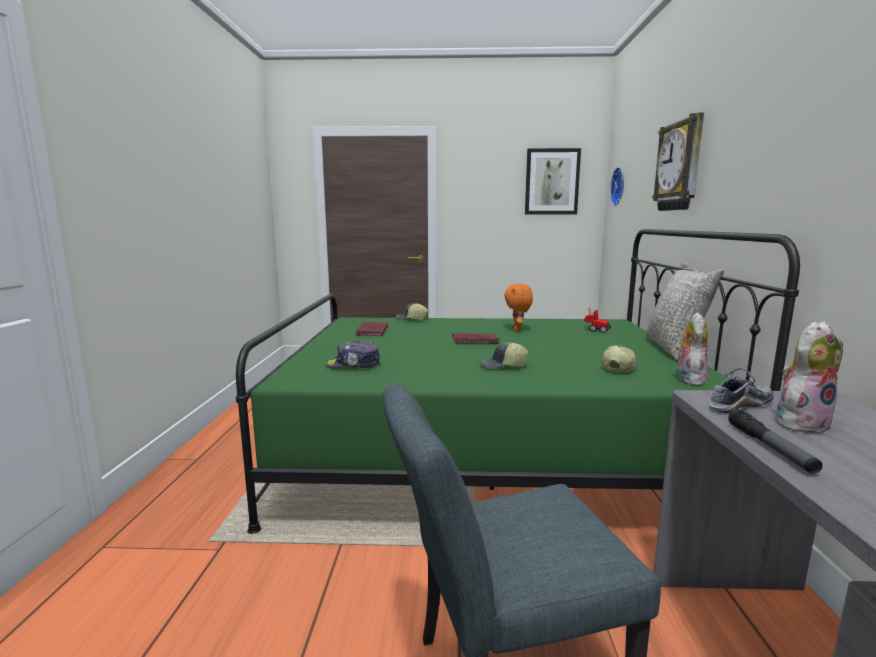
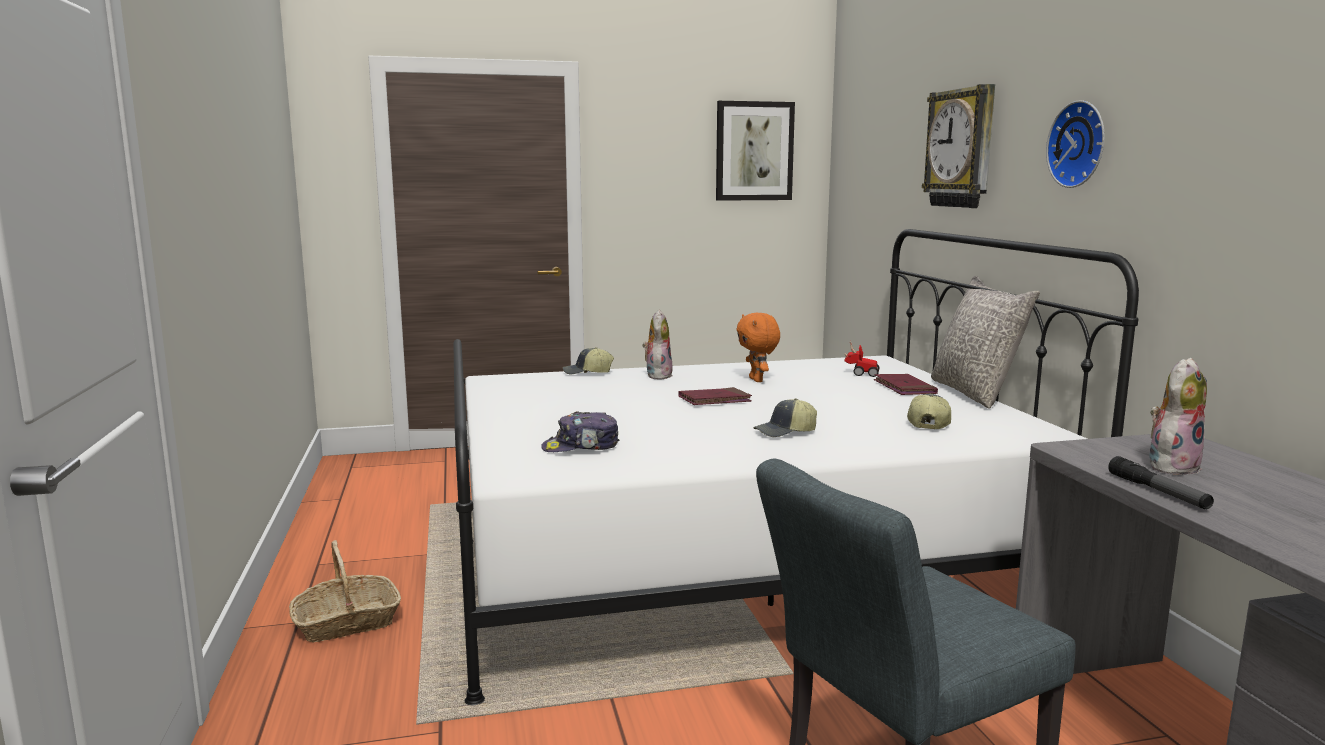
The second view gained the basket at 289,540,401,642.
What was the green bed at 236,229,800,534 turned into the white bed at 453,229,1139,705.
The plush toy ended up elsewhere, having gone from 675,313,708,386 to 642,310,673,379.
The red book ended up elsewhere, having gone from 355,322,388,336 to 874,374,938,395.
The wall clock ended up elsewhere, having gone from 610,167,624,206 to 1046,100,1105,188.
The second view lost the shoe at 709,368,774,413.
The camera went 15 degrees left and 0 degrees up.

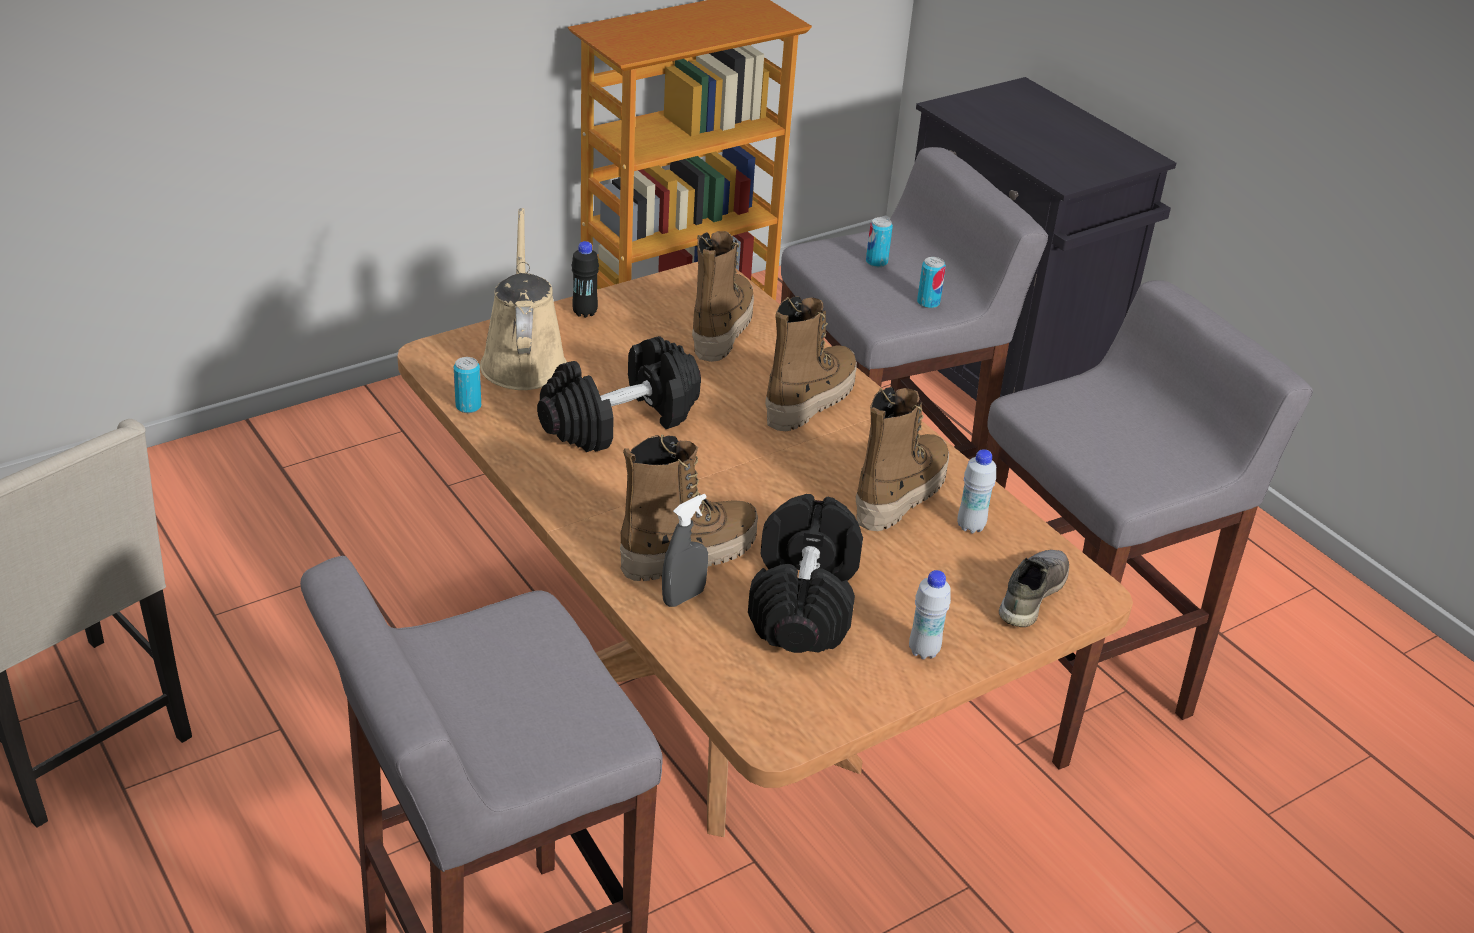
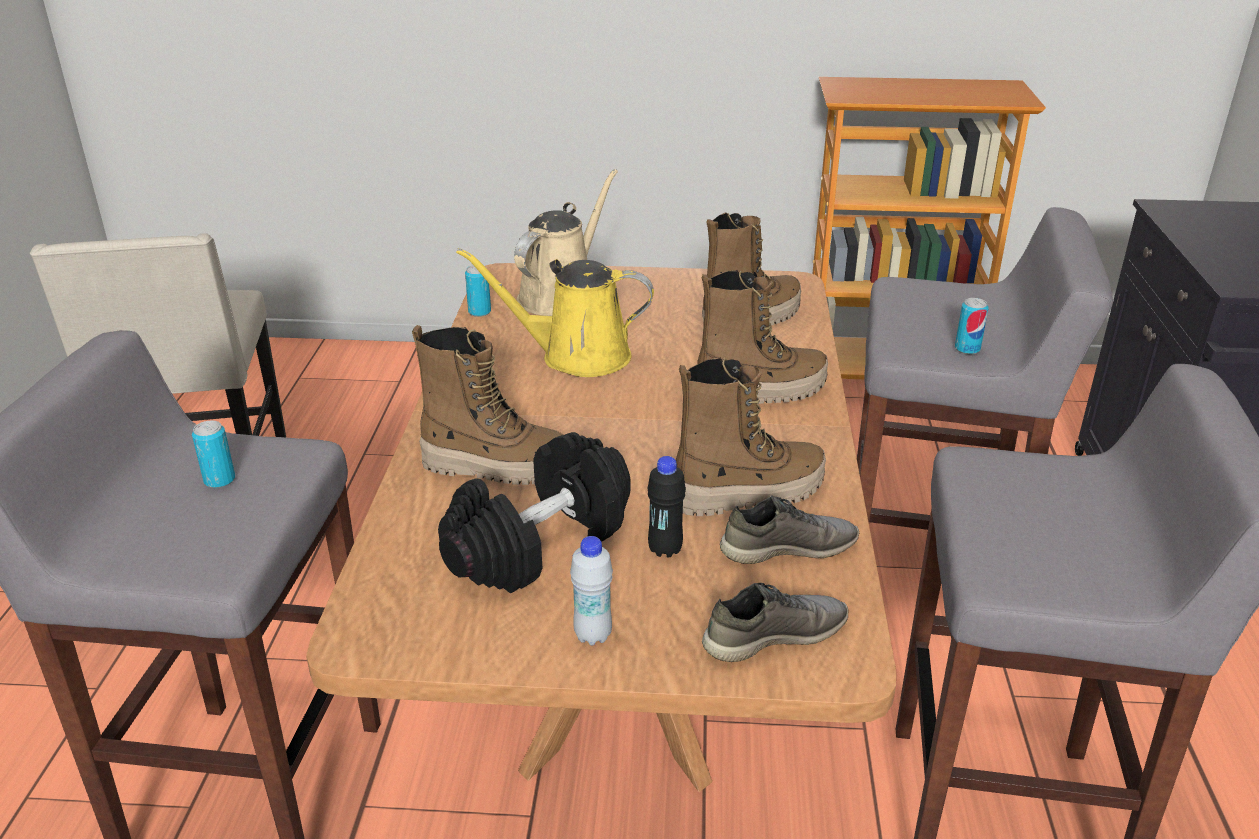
The can ended up elsewhere, having gone from 866,217,893,267 to 192,420,235,488.
Where the black dumbbell stood at 537,336,701,452, the yellow watering can came to stand at 456,248,654,377.
The black bottle ended up elsewhere, having gone from 572,241,599,318 to 647,456,686,558.
Where the white bottle stood at 957,449,996,533, the grey shoe came to stand at 720,495,859,564.
The second view lost the grey spray bottle at 662,494,708,607.
The camera went 40 degrees right and 5 degrees down.

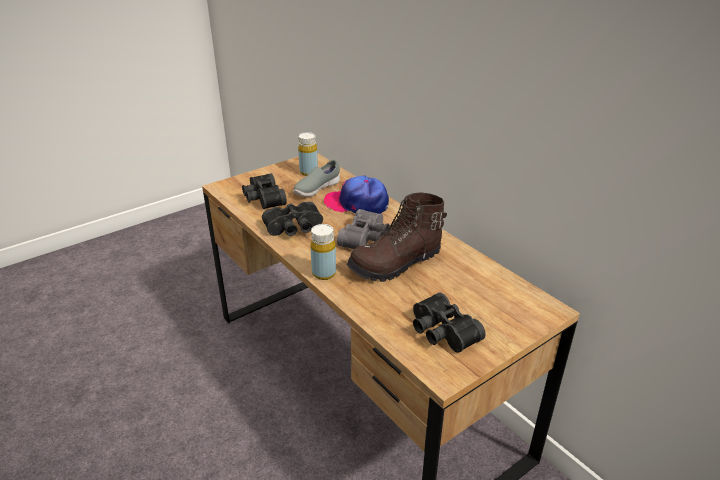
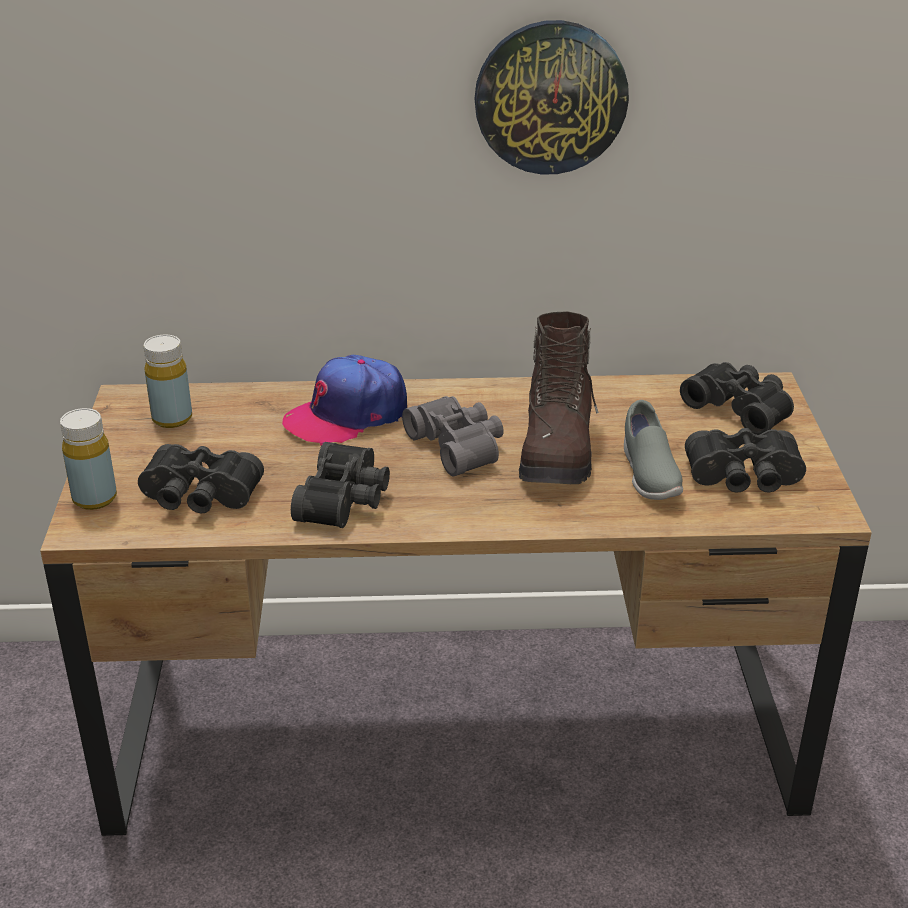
The yellow bottle ended up elsewhere, having gone from 310,224,336,280 to 60,408,117,510.
The second view gained the wall clock at 474,20,629,174.
The grey shoe ended up elsewhere, having gone from 293,160,340,197 to 624,400,683,500.
The second view gained the black binoculars at 680,362,794,435.
The camera went 55 degrees left and 0 degrees up.

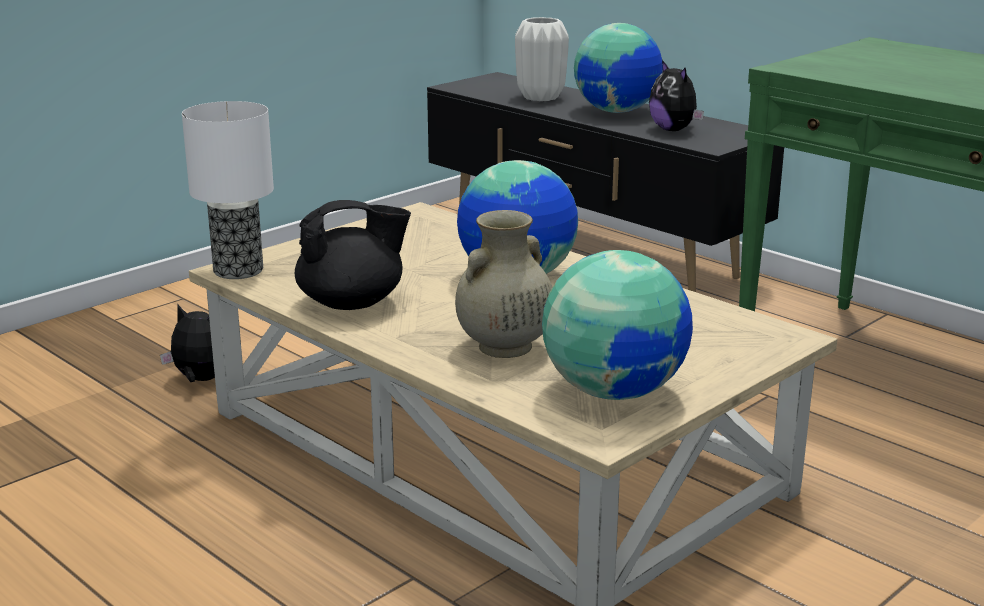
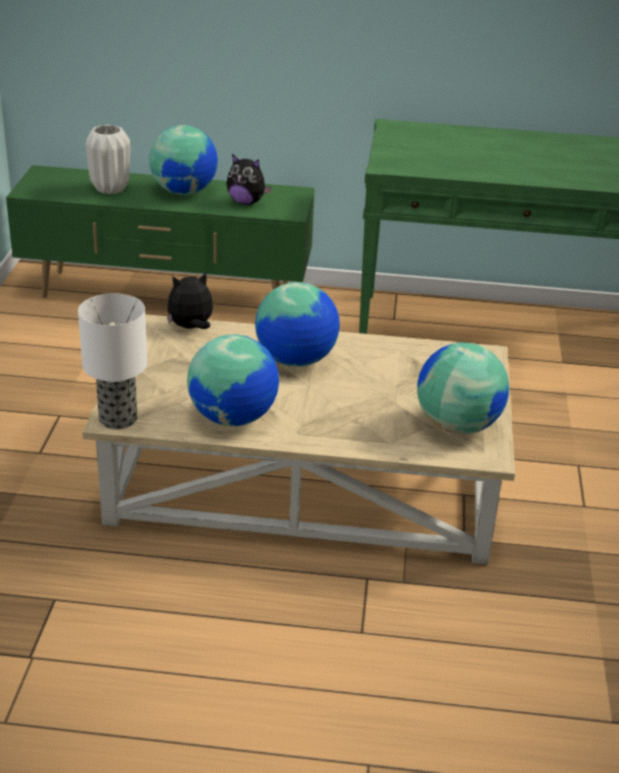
What was the black tv stand at 427,72,784,292 turned into the green tv stand at 6,165,315,298.
The plush toy ended up elsewhere, having gone from 160,305,215,382 to 167,272,213,329.
Where the black teapot stood at 295,200,411,310, the globe came to stand at 187,334,279,426.
The second view lost the beige vase at 455,210,552,358.
The camera went 40 degrees left and 10 degrees up.

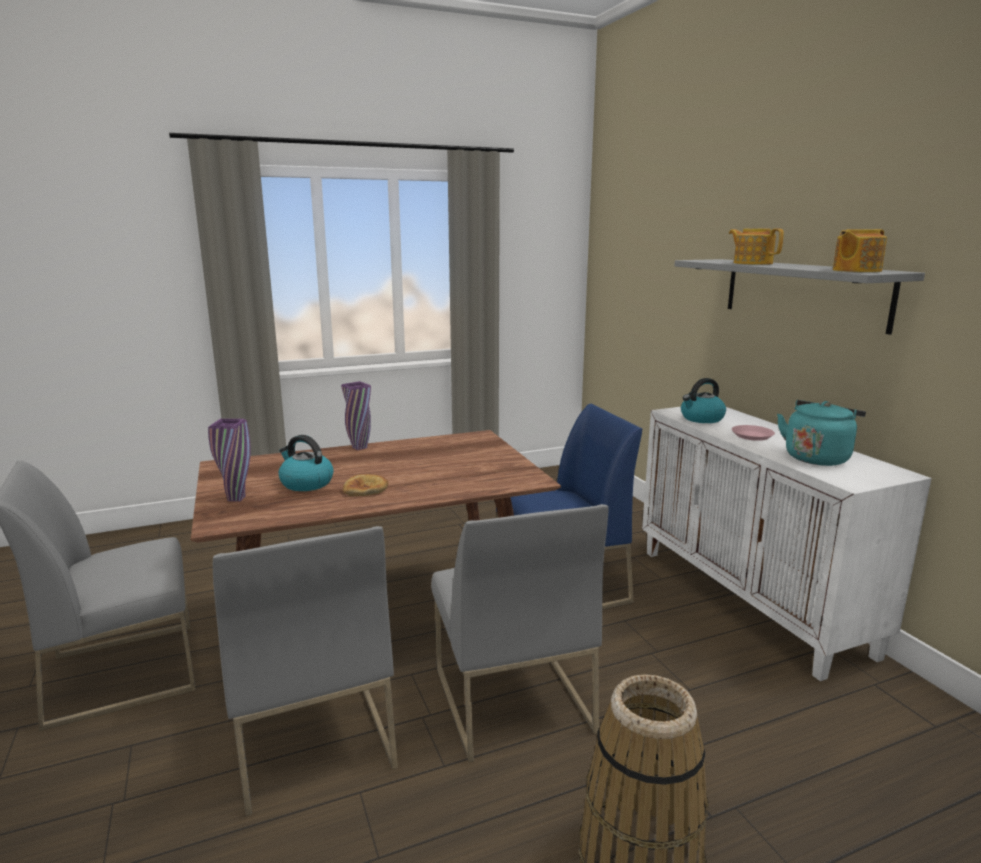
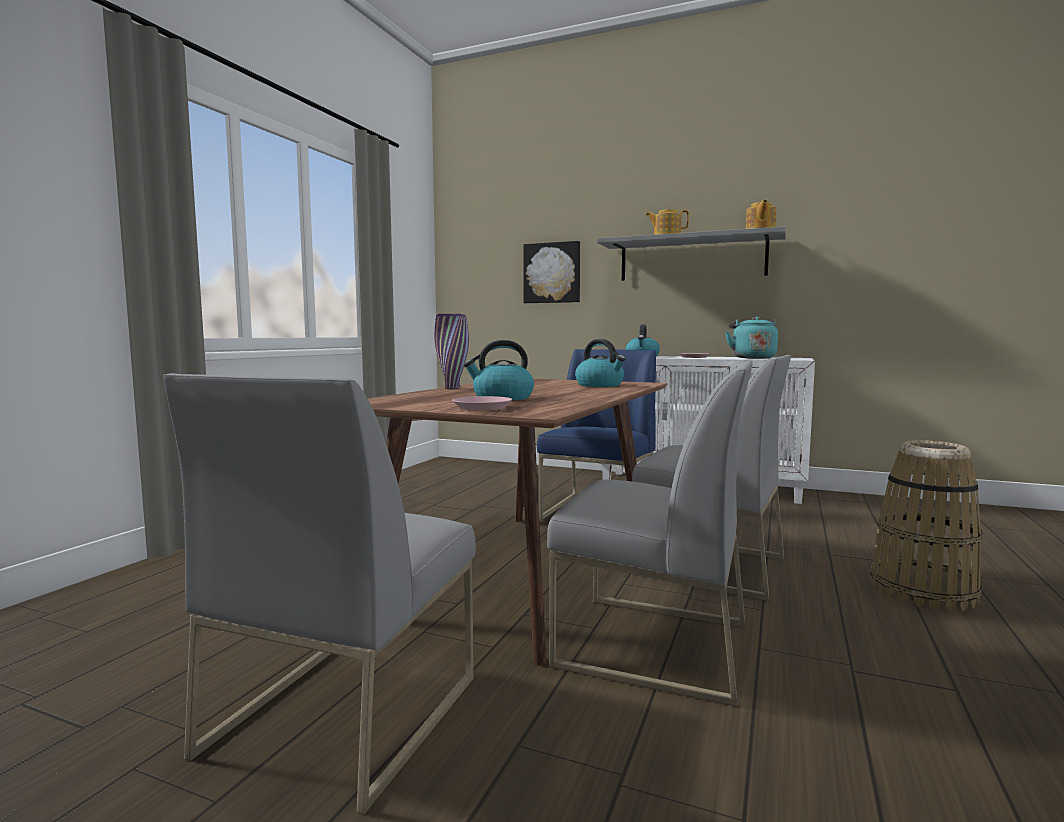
Where the purple vase stood at 208,419,251,501, the pink plate came to stand at 452,396,512,410.
The second view gained the picture at 523,241,580,303.
The second view gained the kettle at 575,339,626,387.
The second view lost the bread at 343,474,388,496.
The camera went 45 degrees left and 10 degrees down.

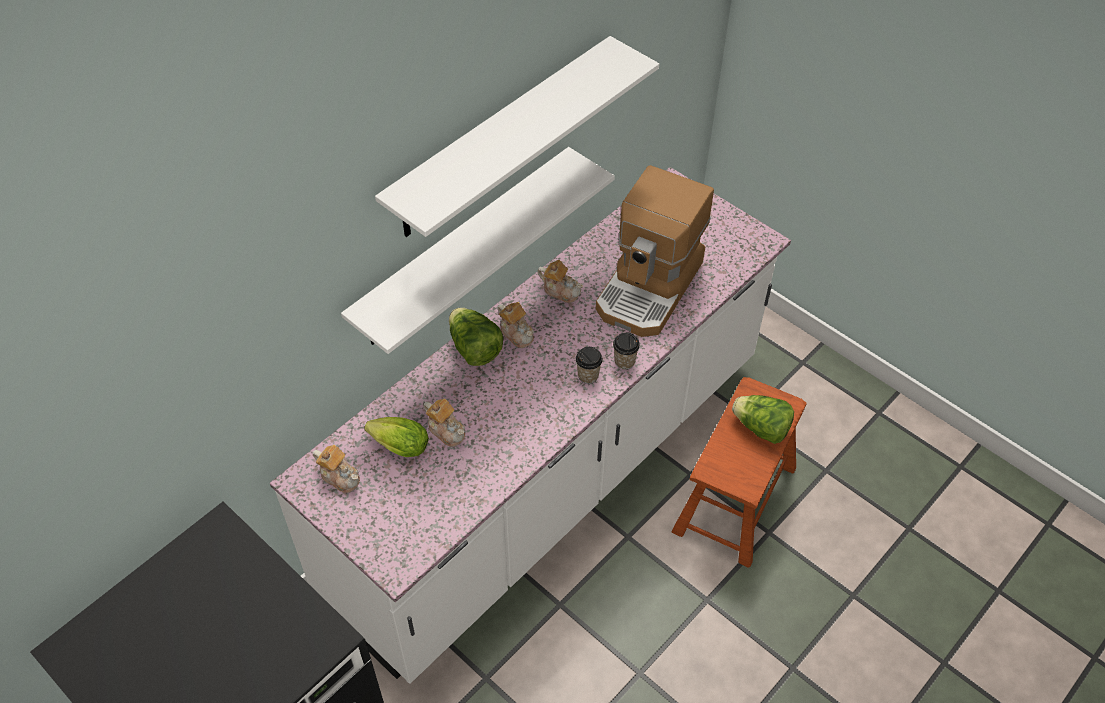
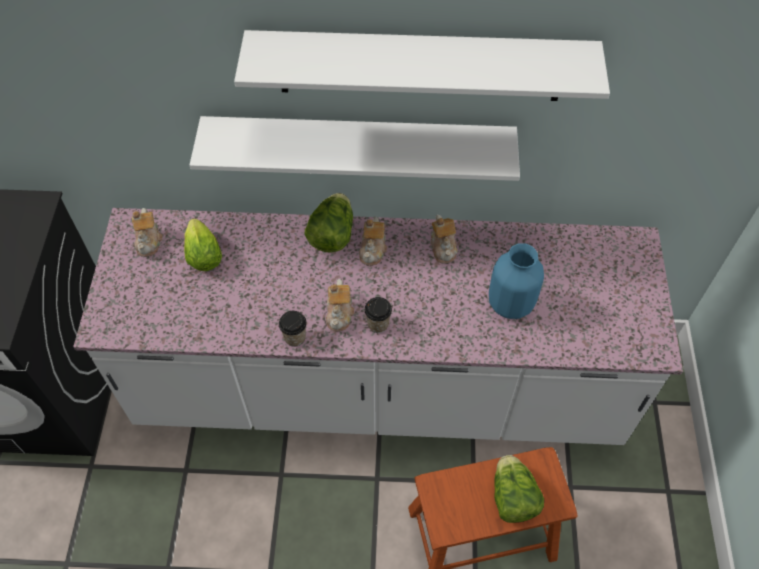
The cup ended up elsewhere, having gone from 613,332,640,370 to 279,311,307,347.
The teapot ended up elsewhere, having gone from 423,399,465,447 to 326,279,354,331.
Where the coffee machine stood at 596,165,714,337, the blue vase came to stand at 489,243,544,319.
The camera went 50 degrees right and 5 degrees up.

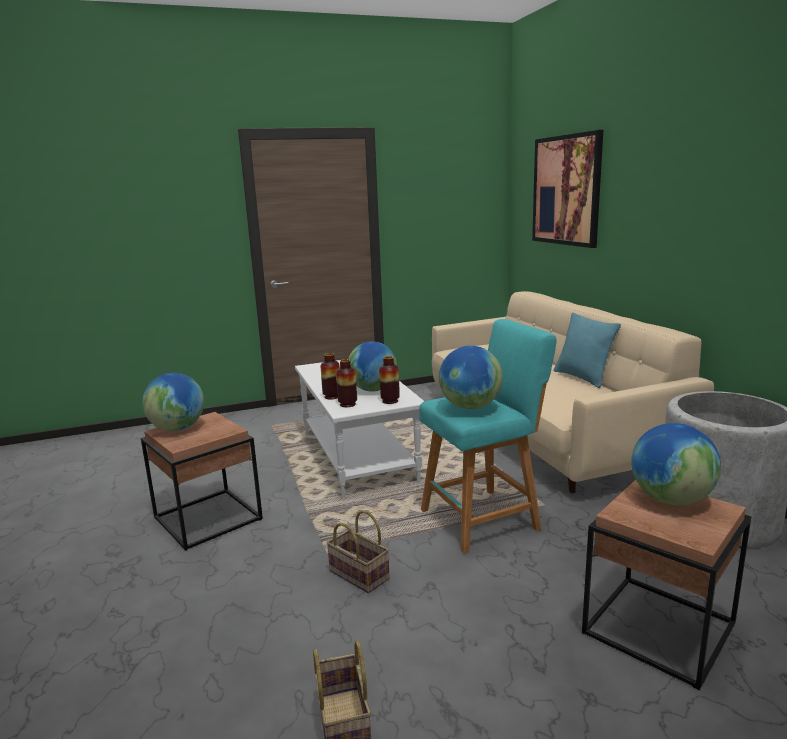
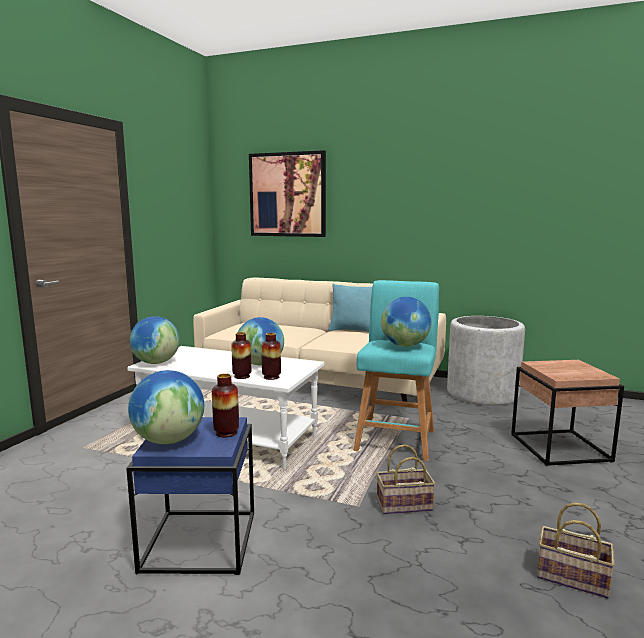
What was the brown side table at 141,412,263,551 turned into the blue side table at 126,417,254,575.
The globe ended up elsewhere, having gone from 631,423,721,505 to 129,316,180,364.
The vase ended up elsewhere, having gone from 379,356,400,404 to 212,373,239,438.
The camera went 50 degrees left and 5 degrees down.

